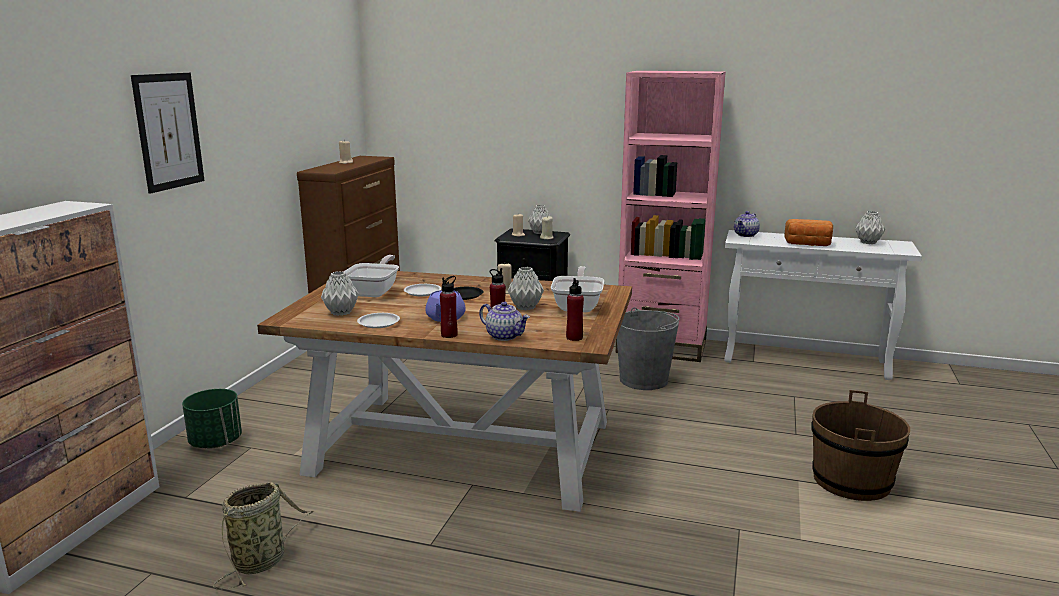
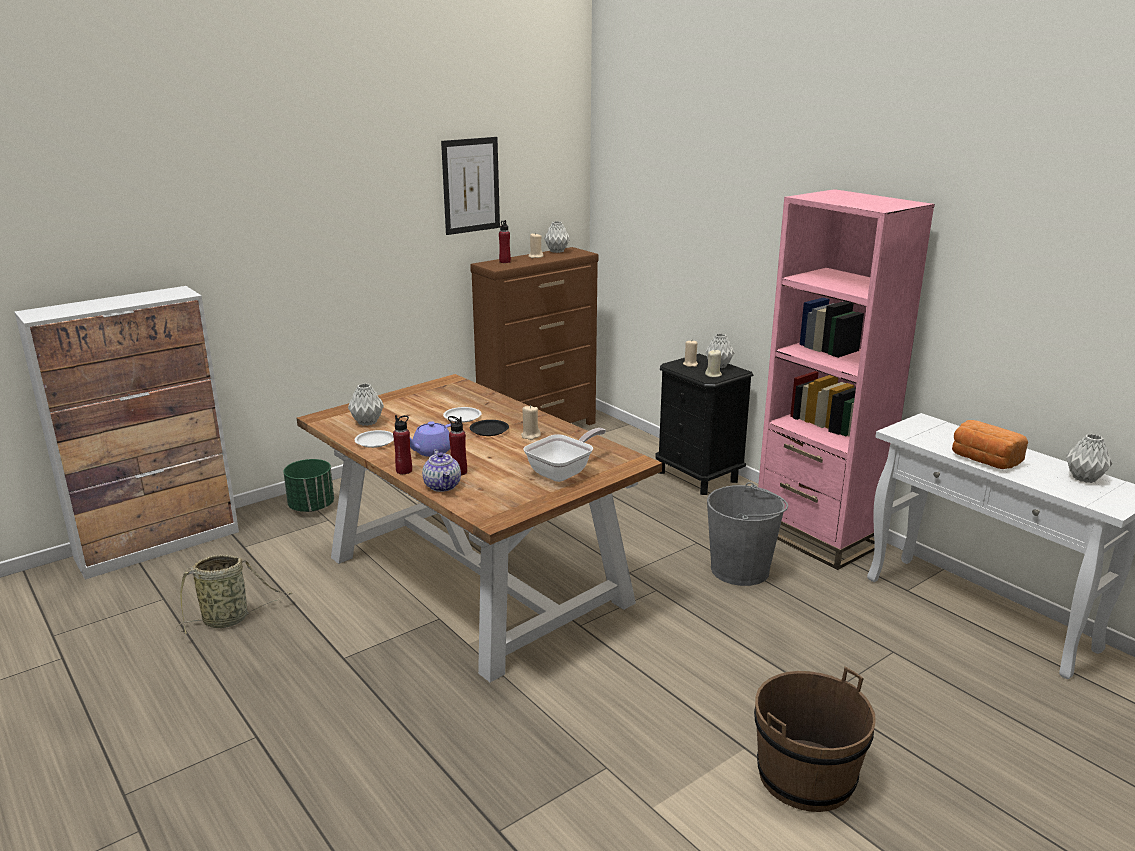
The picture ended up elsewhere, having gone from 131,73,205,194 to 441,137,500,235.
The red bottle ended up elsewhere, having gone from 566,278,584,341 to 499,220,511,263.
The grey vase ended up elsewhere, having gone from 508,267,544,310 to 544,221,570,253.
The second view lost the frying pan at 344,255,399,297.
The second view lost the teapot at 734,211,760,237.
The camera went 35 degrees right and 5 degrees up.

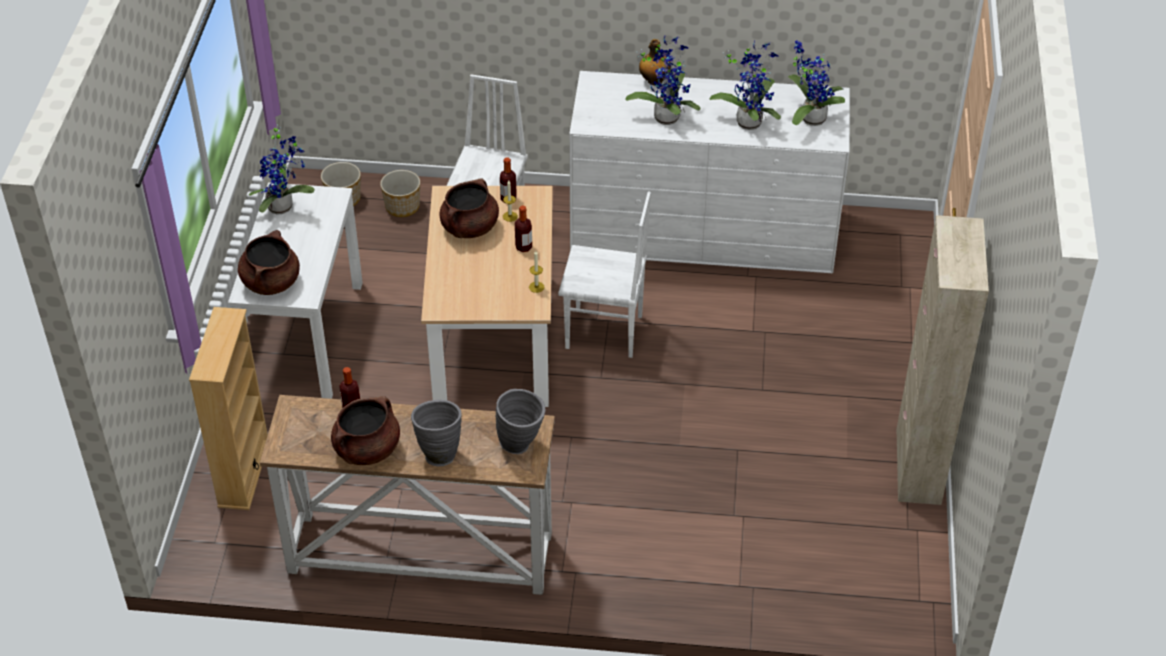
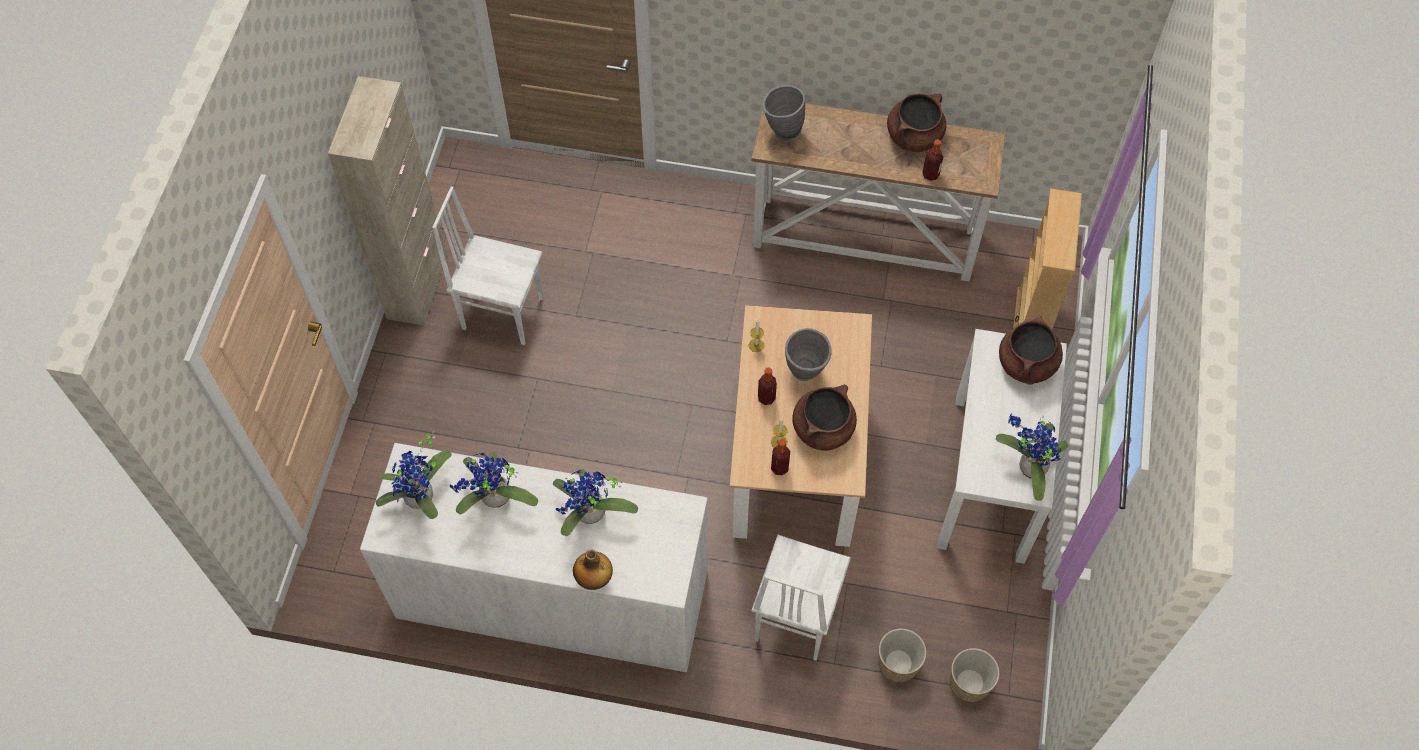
The white chair ended up elsewhere, having gone from 558,191,651,358 to 432,186,543,345.
The grey vase ended up elsewhere, having gone from 411,400,462,466 to 785,328,832,381.
The camera went 175 degrees left and 15 degrees up.

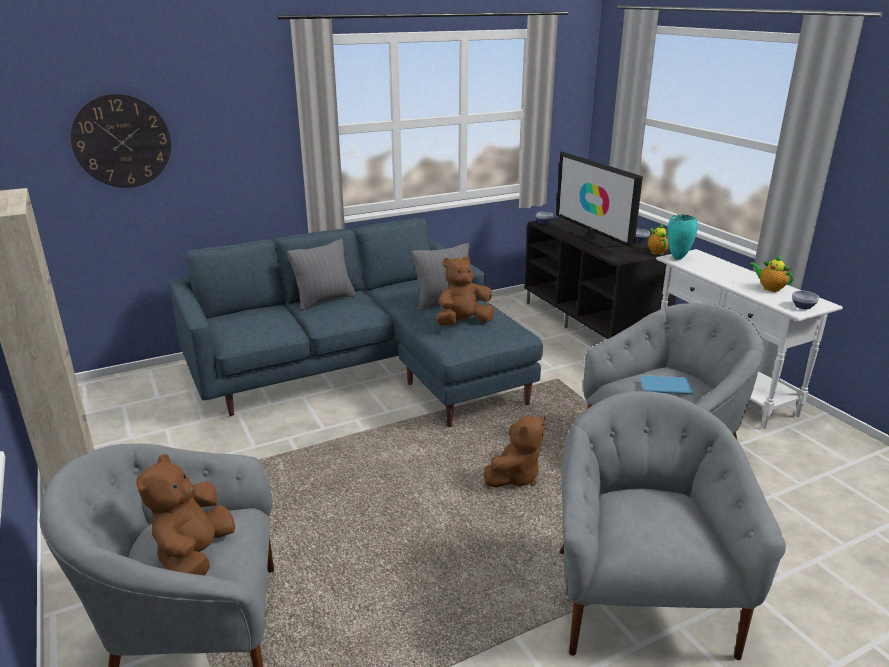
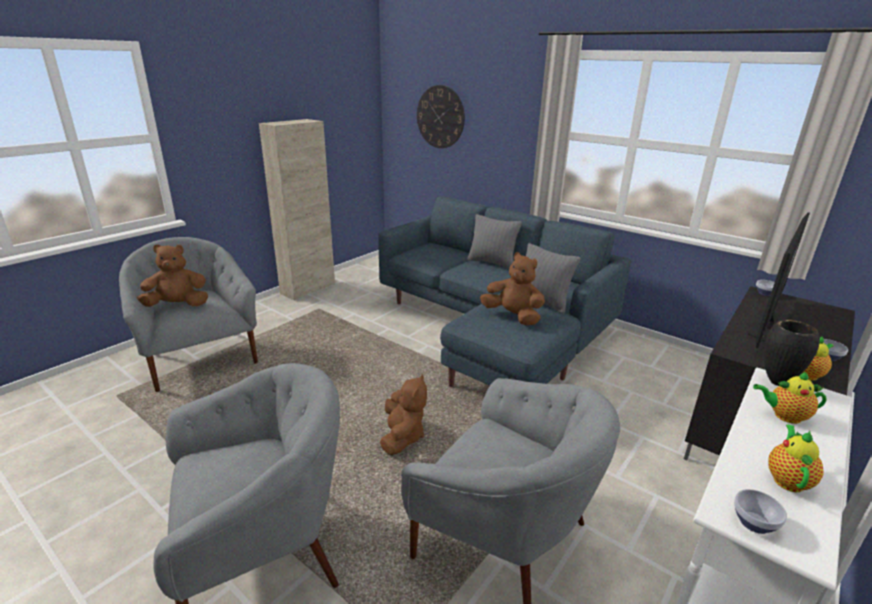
The brown plush toy at 484,415,545,488 ended up facing another way, 105 degrees counterclockwise from before.
The second view gained the teapot at 753,371,827,424.
What was the turquoise vase at 667,215,698,260 turned into the black vase at 764,319,820,386.
The second view lost the blue book at 640,375,693,394.
The camera went 65 degrees right and 0 degrees up.

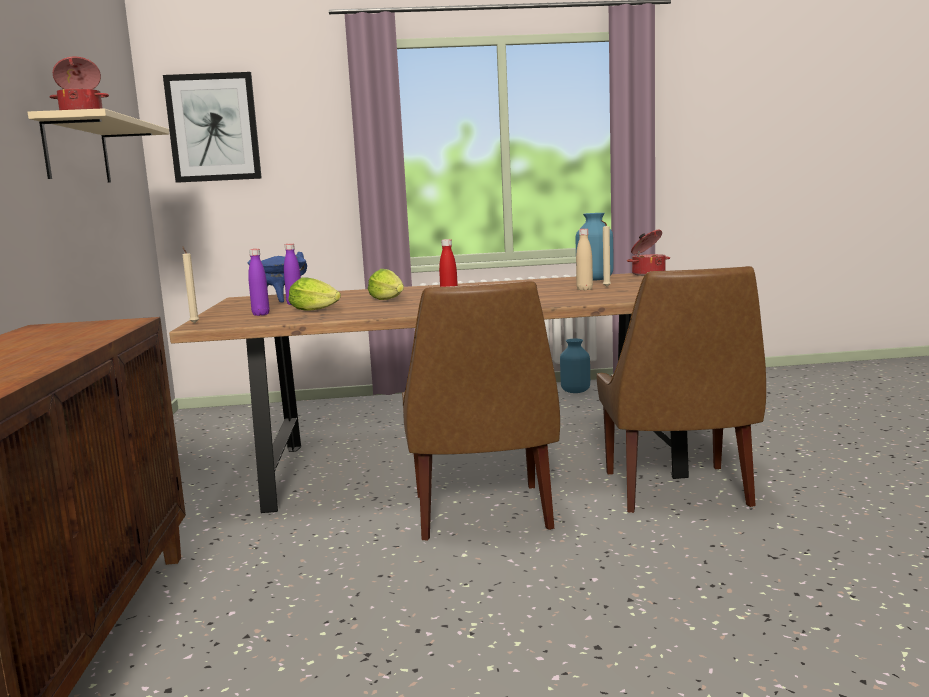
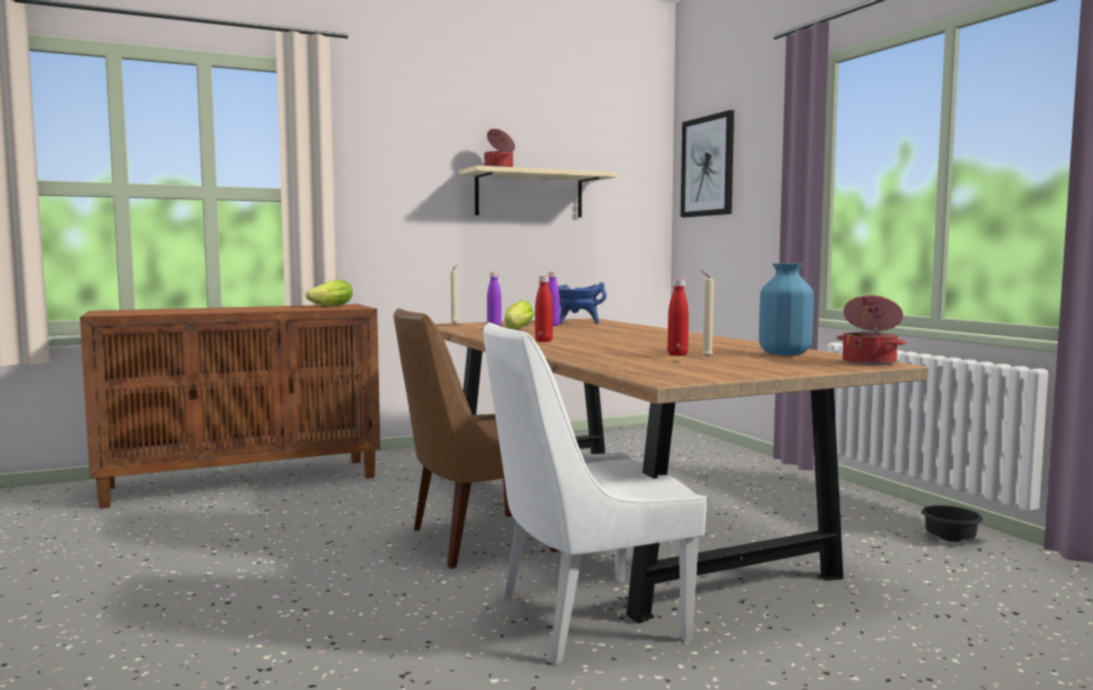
The lettuce ended up elsewhere, having gone from 368,269,404,300 to 306,280,353,306.
What was the brown chair at 596,266,766,513 turned into the white chair at 483,322,707,664.
What was the beige bottle at 576,229,593,290 turned into the red bottle at 668,279,689,356.
Where the blue vase stood at 560,339,590,393, the black bowl came to stand at 922,505,983,542.
The camera went 70 degrees right and 5 degrees down.

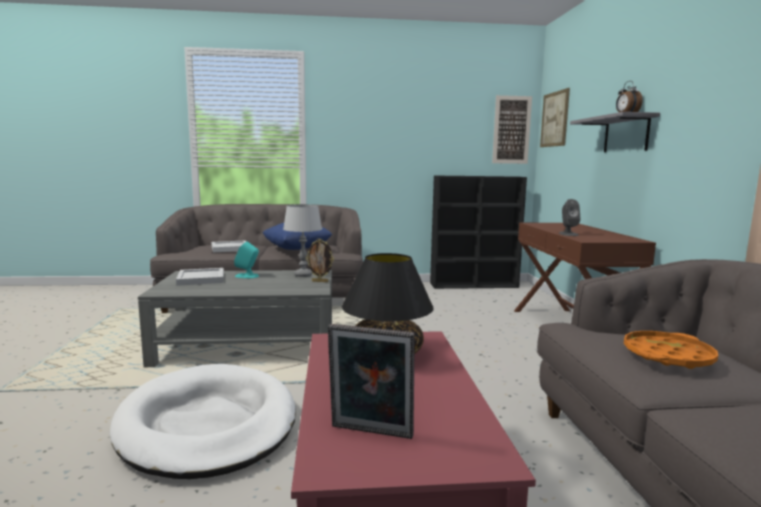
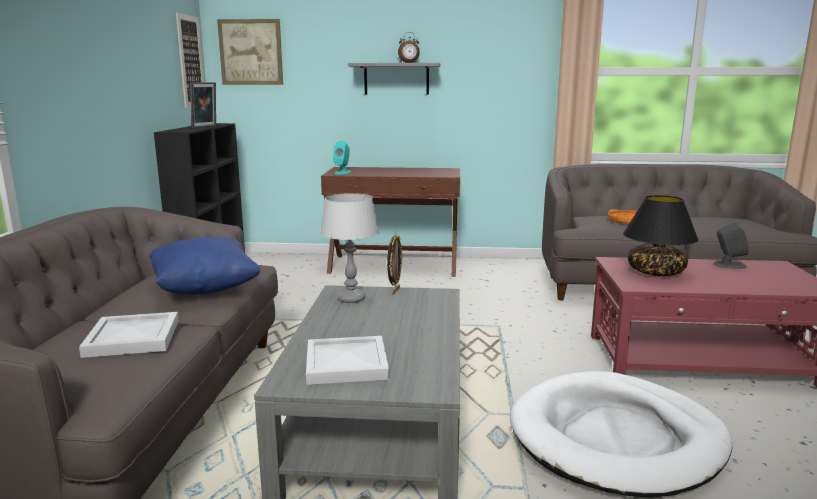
The picture frame ended up elsewhere, having gone from 328,324,415,439 to 190,82,216,128.
The turquoise speaker ended up elsewhere, having gone from 234,241,259,278 to 333,141,351,175.
The grey speaker ended up elsewhere, having gone from 559,199,581,236 to 713,221,750,269.
The camera went 80 degrees left and 5 degrees up.

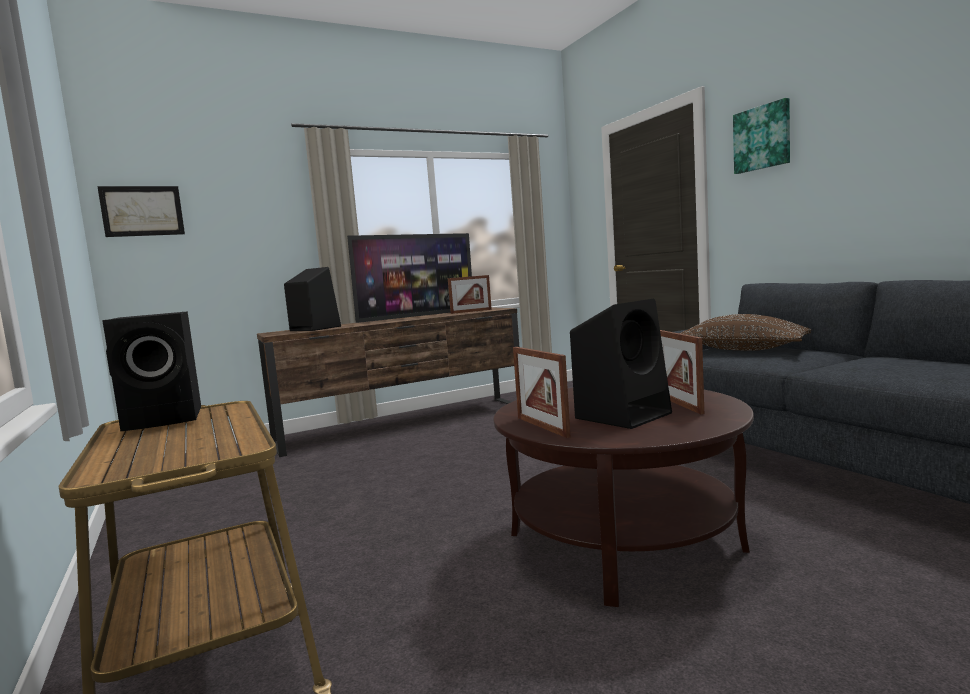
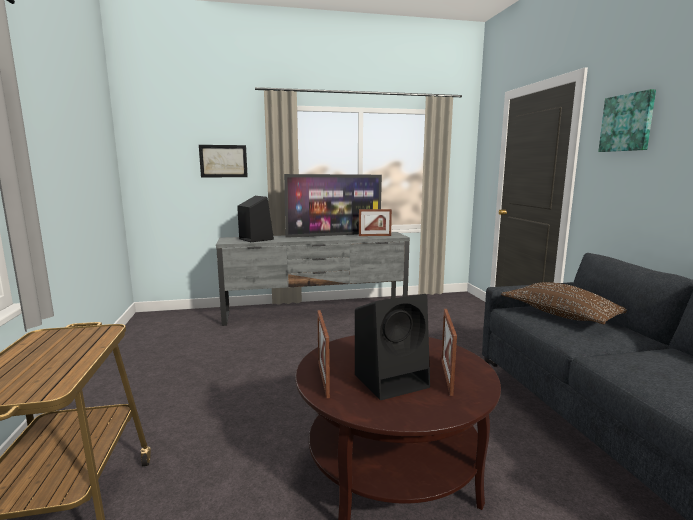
The picture ended up elsewhere, having gone from 97,186,185,237 to 199,145,248,177.
What was the brown tv stand at 257,308,519,457 turned into the grey tv stand at 216,232,410,326.
The second view lost the black speaker at 102,311,201,431.
The camera went 15 degrees right and 5 degrees up.

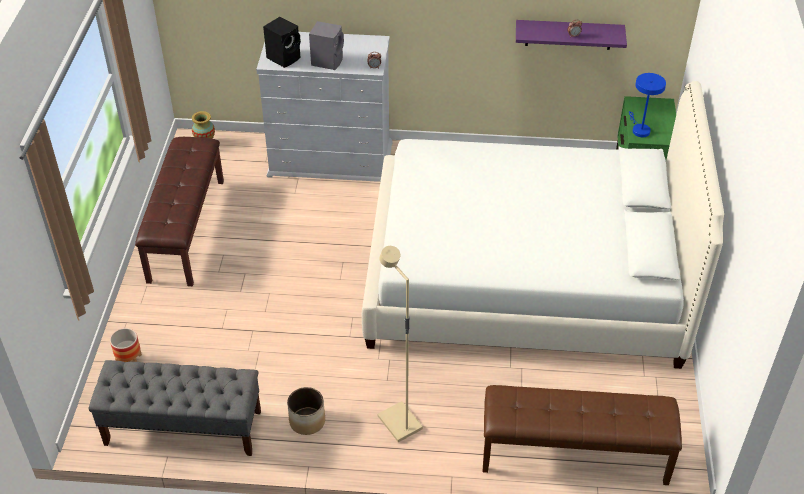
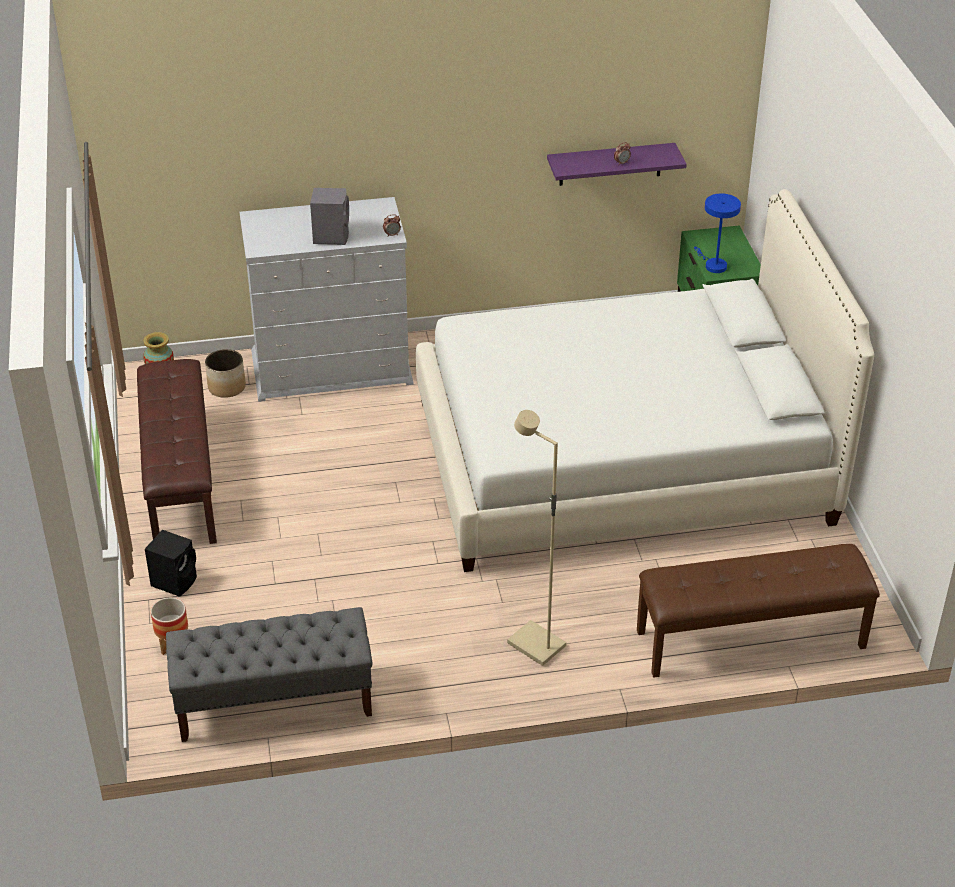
The black speaker ended up elsewhere, having gone from 263,17,301,68 to 145,530,197,597.
The planter ended up elsewhere, having gone from 287,387,325,435 to 205,349,246,398.
The camera went 15 degrees left and 5 degrees down.

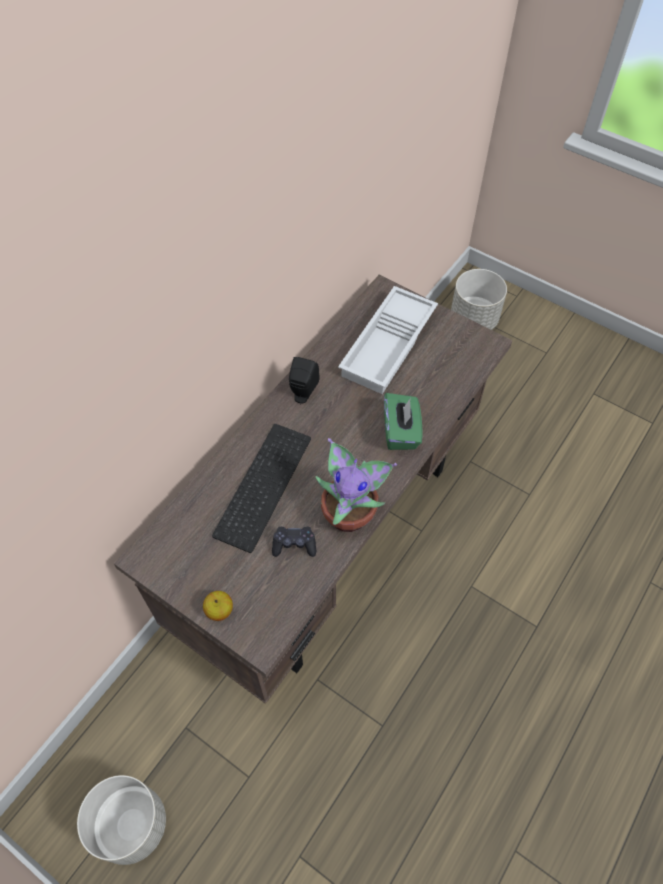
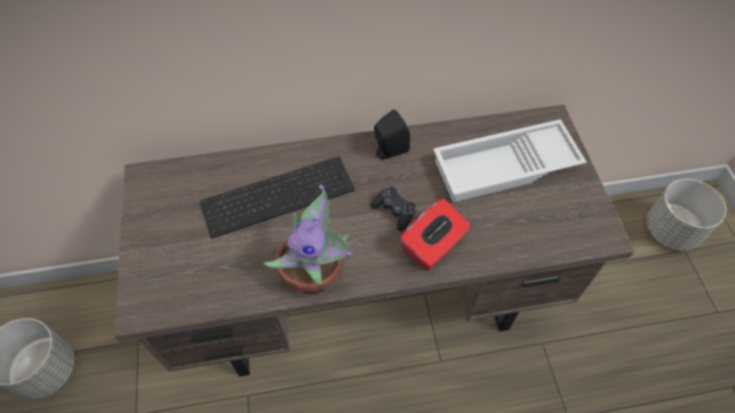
The black game controller ended up elsewhere, having gone from 272,527,316,557 to 370,186,416,231.
What was the green tissue box at 384,393,423,450 turned into the red tissue box at 400,199,470,270.
The second view lost the apple at 203,591,233,621.
The camera went 45 degrees right and 0 degrees up.

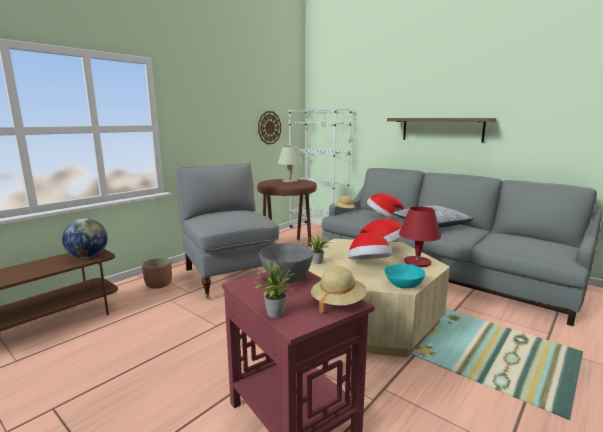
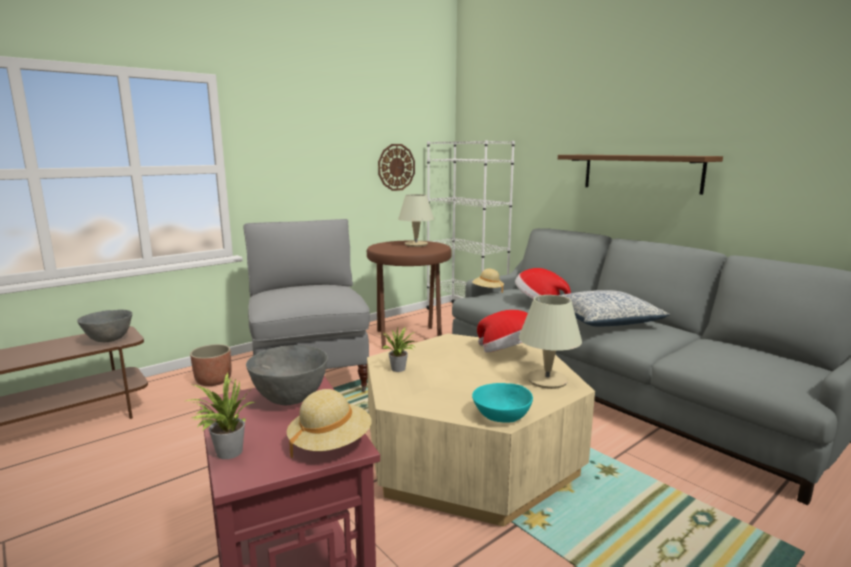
Where the globe stood at 62,219,108,259, the grey bowl came to stand at 77,310,132,342.
What was the red table lamp at 399,206,441,267 turned into the beige table lamp at 519,295,582,389.
The second view lost the hat at 348,232,392,259.
The camera went 10 degrees right and 0 degrees up.

